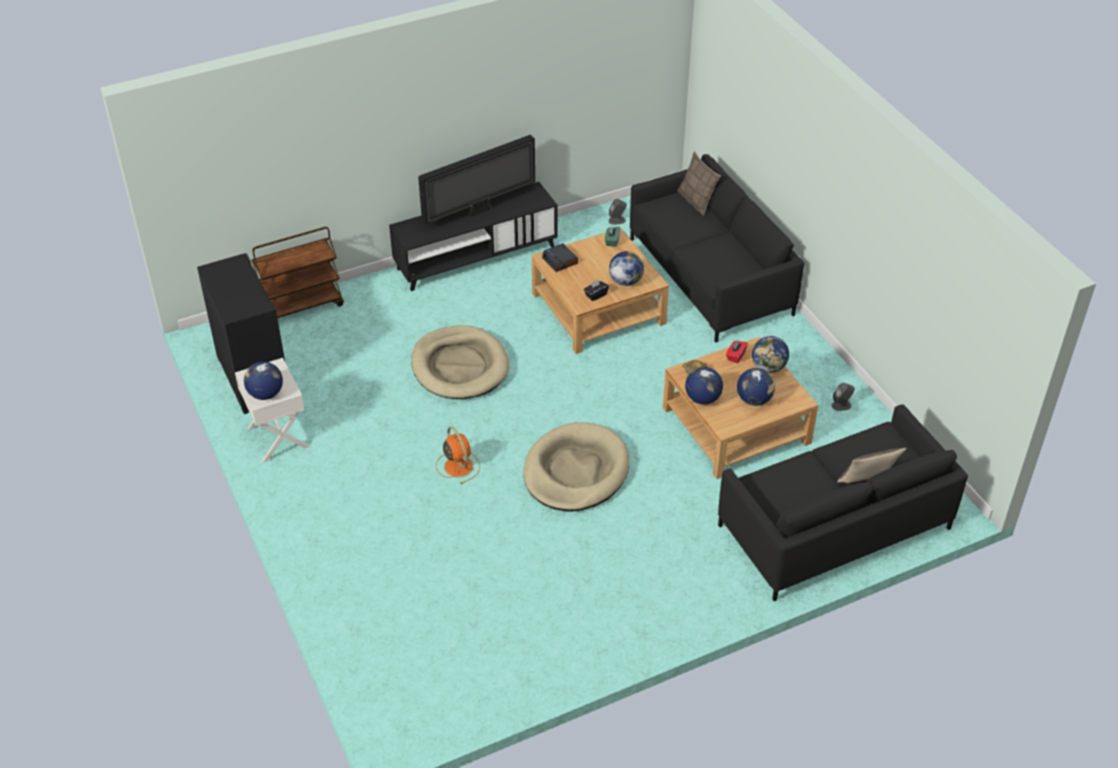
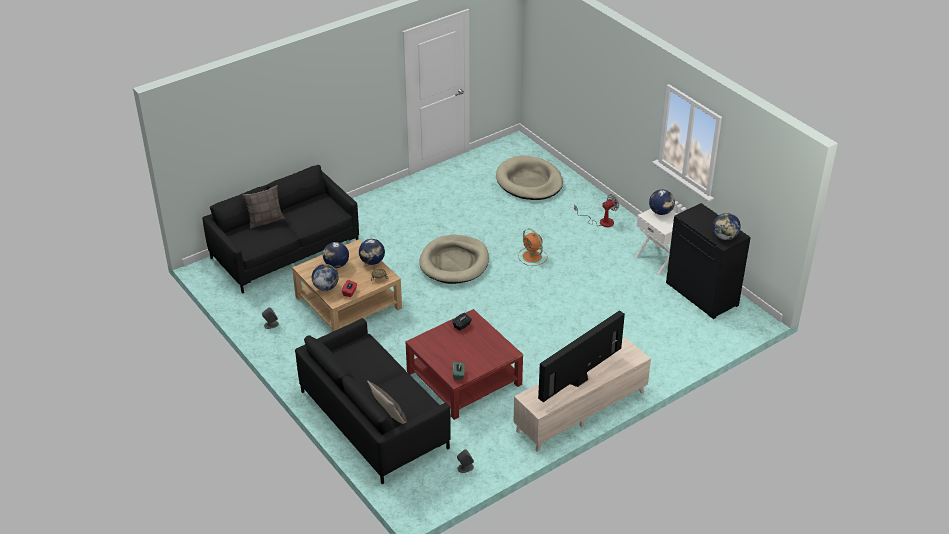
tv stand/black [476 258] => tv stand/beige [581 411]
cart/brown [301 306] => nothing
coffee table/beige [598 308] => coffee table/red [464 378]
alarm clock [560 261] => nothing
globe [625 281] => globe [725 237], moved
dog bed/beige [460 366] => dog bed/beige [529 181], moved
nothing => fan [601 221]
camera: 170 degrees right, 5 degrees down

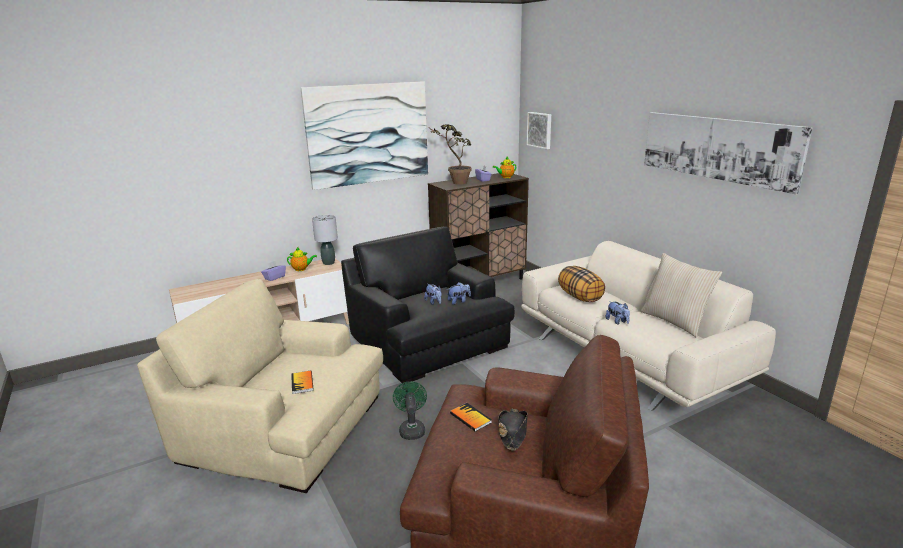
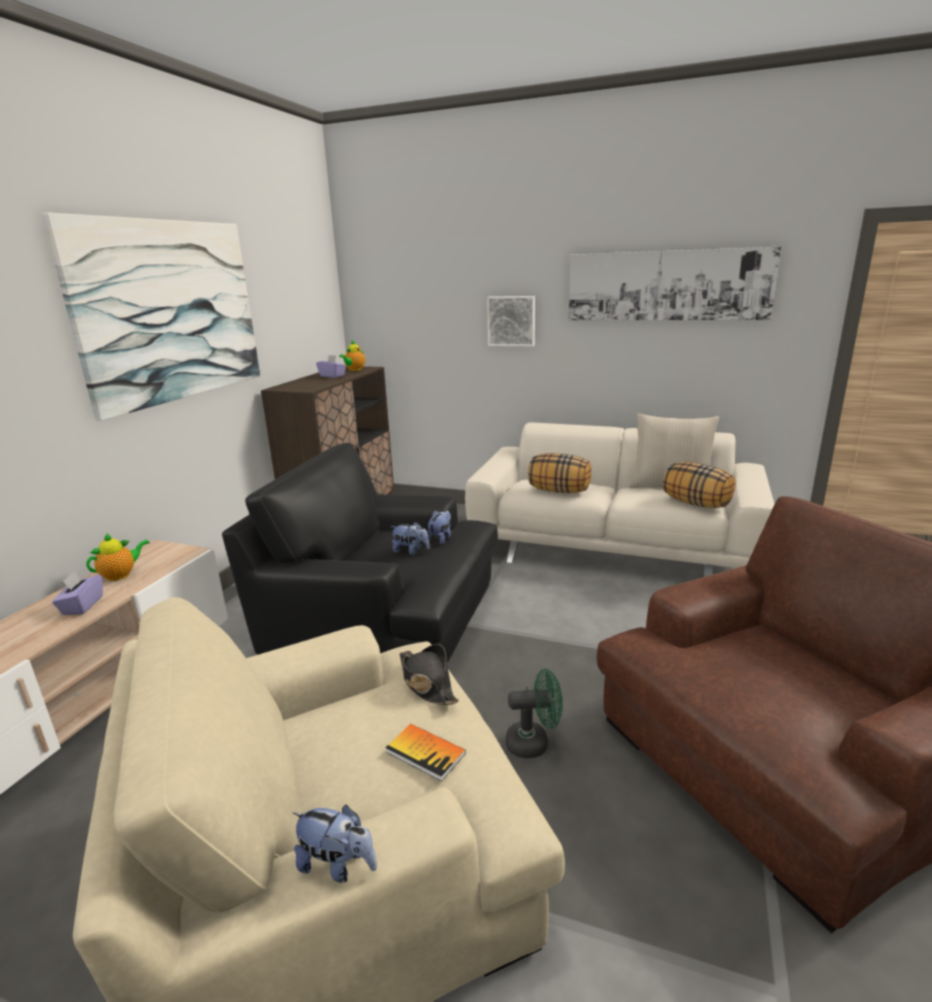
picture [540 130] => picture [511 321], moved
potted plant [454 183] => nothing
table lamp/grey [328 263] => nothing
plush toy [617 321] => plush toy [338 865], moved
fan/green [411 429] => fan/green [534 742], 135 degrees clockwise
book [470 418] => nothing
hat/black [512 432] => hat/black [426 683], moved
nothing => pillow [696 503]
camera: 40 degrees left, 0 degrees up

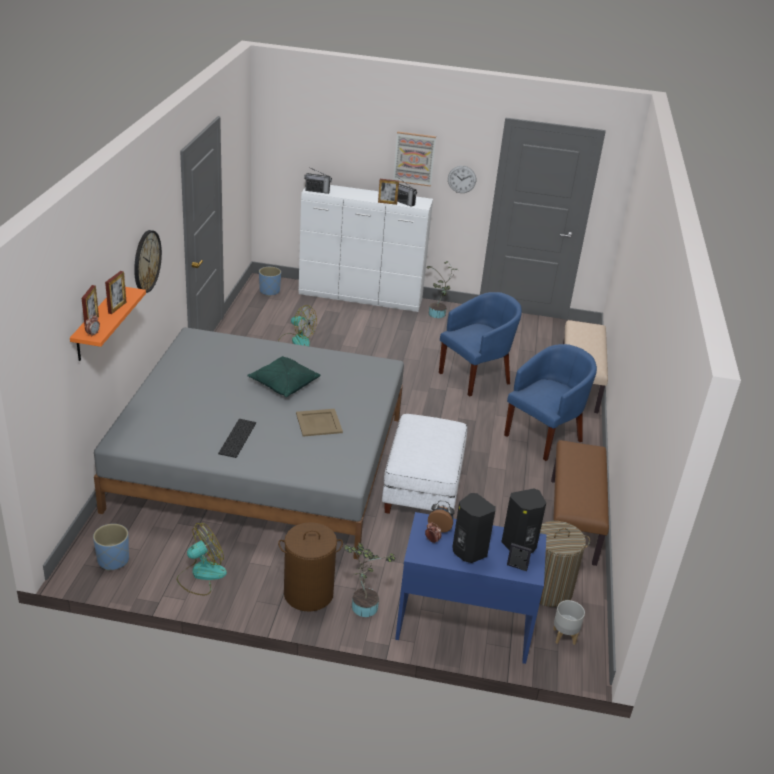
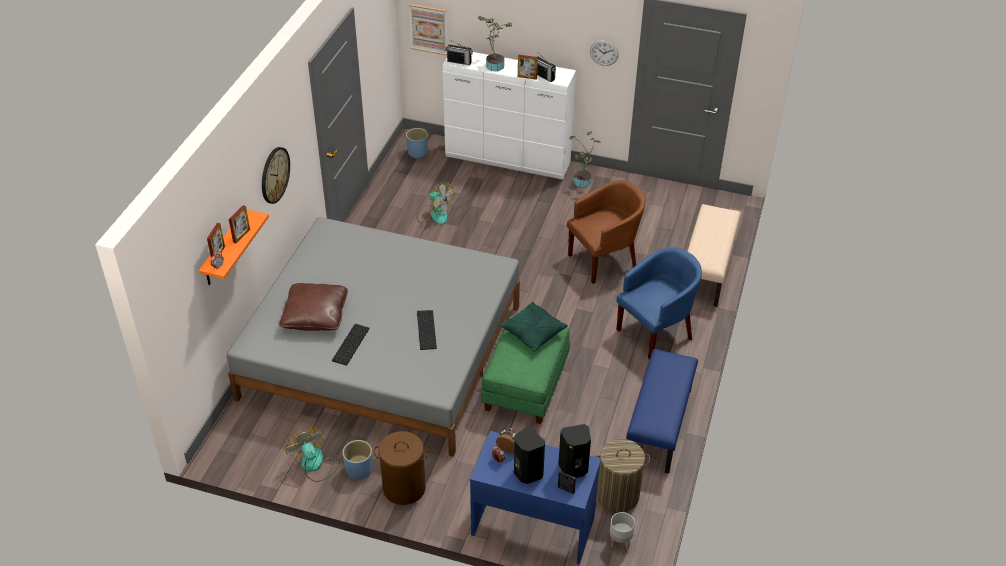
picture [414 158] => picture [428 29], moved
armchair/blue [475 376] => armchair/brown [604 260]
pillow/green [283 384] => pillow/green [533 332], moved
tray/beige [318 422] => keyboard [425 329]
ottoman/white [422 487] => ottoman/green [525 385]
bench/brown [573 521] => bench/blue [659 426]
fan [201 575] => fan [315 465], 90 degrees counterclockwise
planter/blue [113 560] => planter/blue [359 470], moved
potted plant [363 604] => potted plant [494 65], moved
nothing => pillow/brown [315 316]
camera: 10 degrees right, 10 degrees up

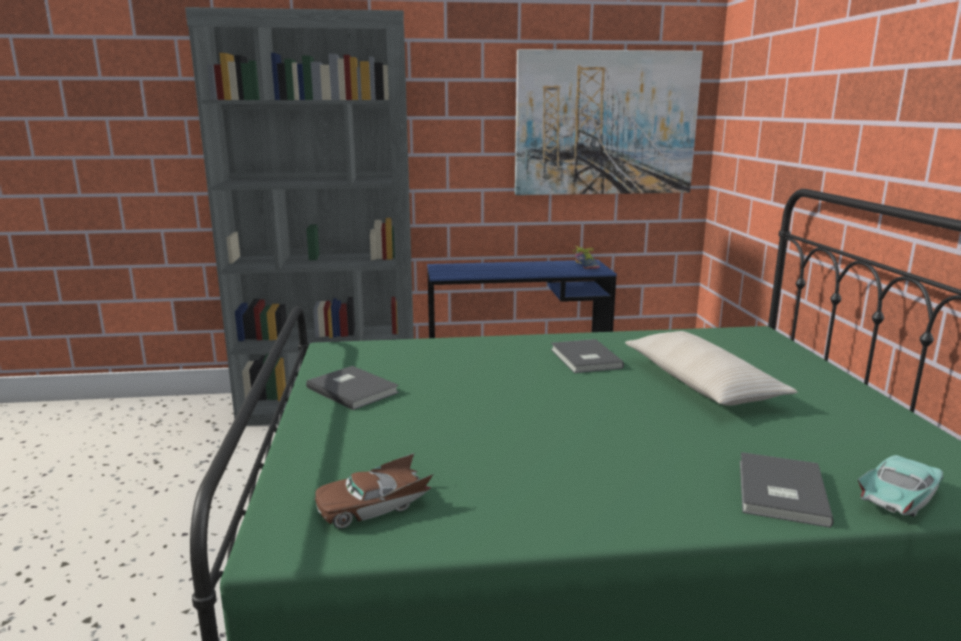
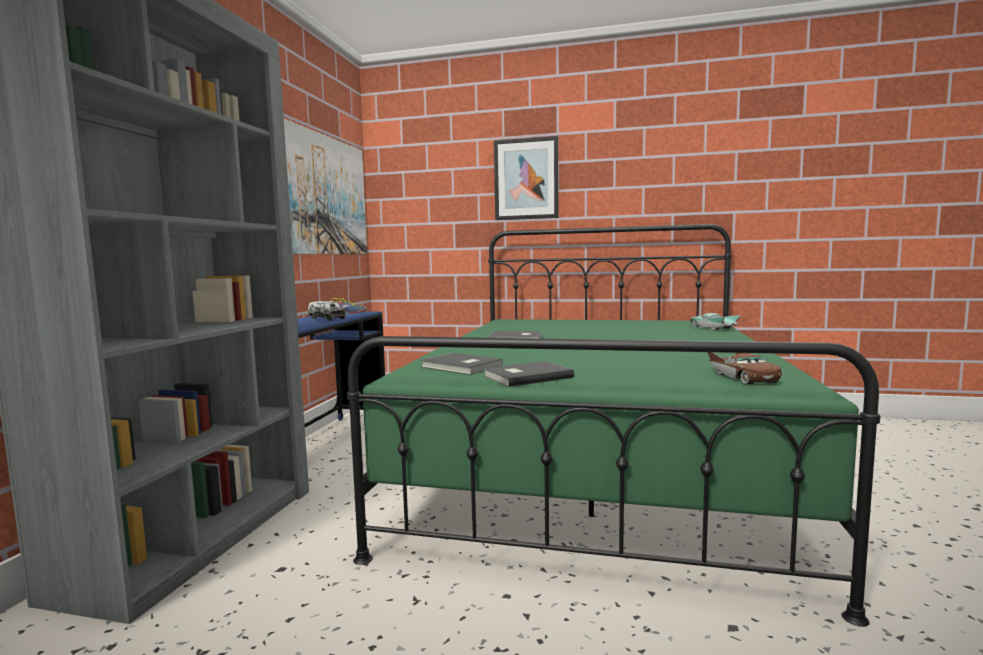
pillow/beige [700 383] => nothing
book/grey [778 492] => book/grey [460 366], moved
nothing => picture [526 179]
nothing => toy truck [326 318]
camera: 70 degrees left, 10 degrees down

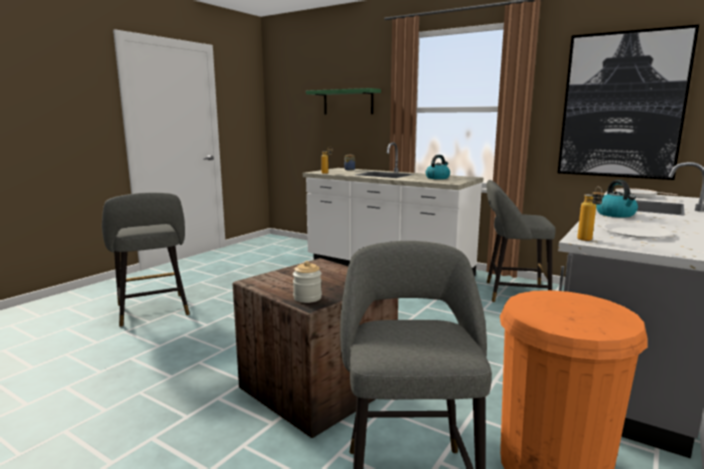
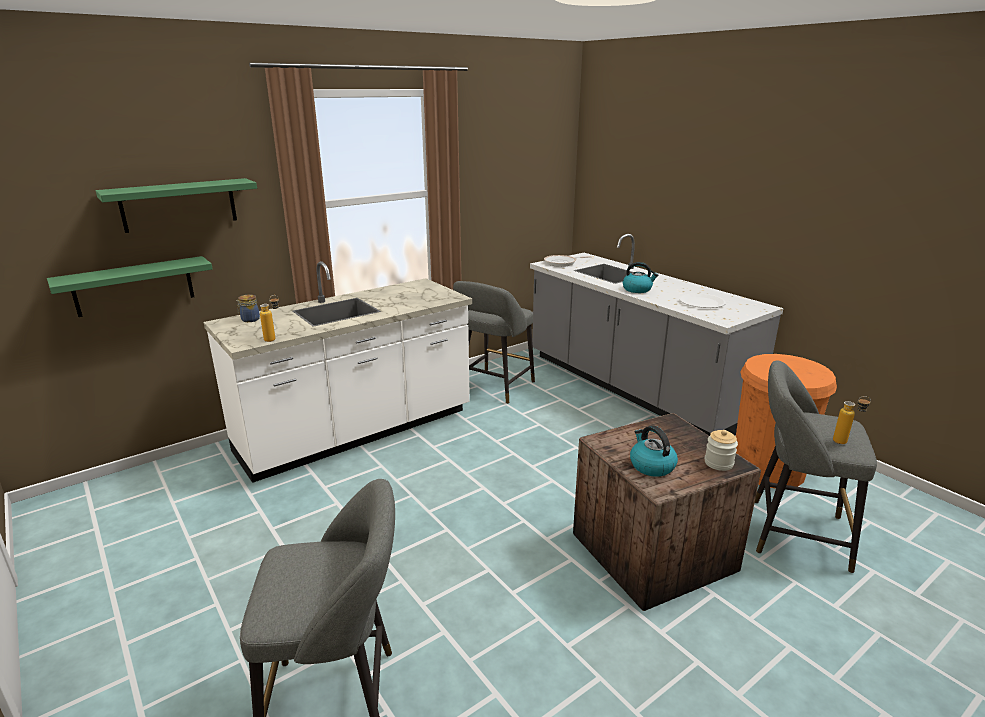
picture [622 106] => nothing
kettle [437 178] => kettle [651 466], moved
bottle [587 241] => bottle [845 442], moved
nothing => shelf/green [134 286]
camera: 70 degrees left, 10 degrees up

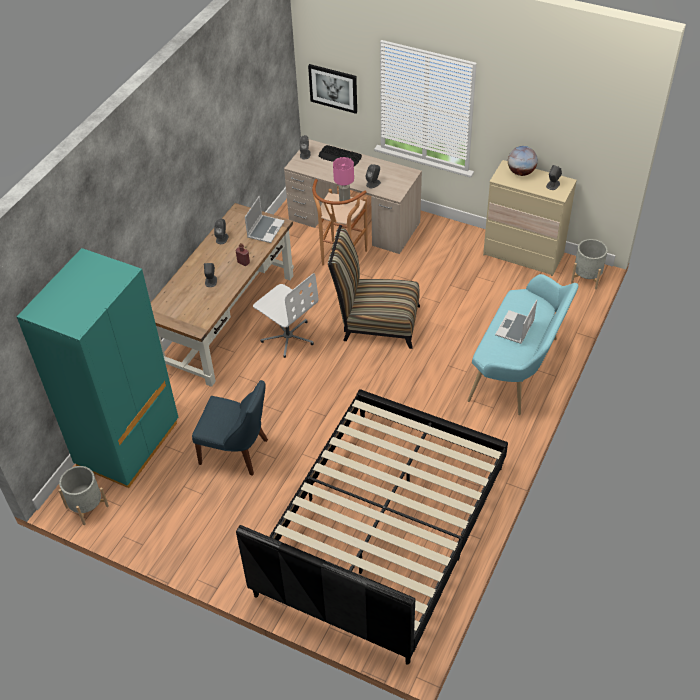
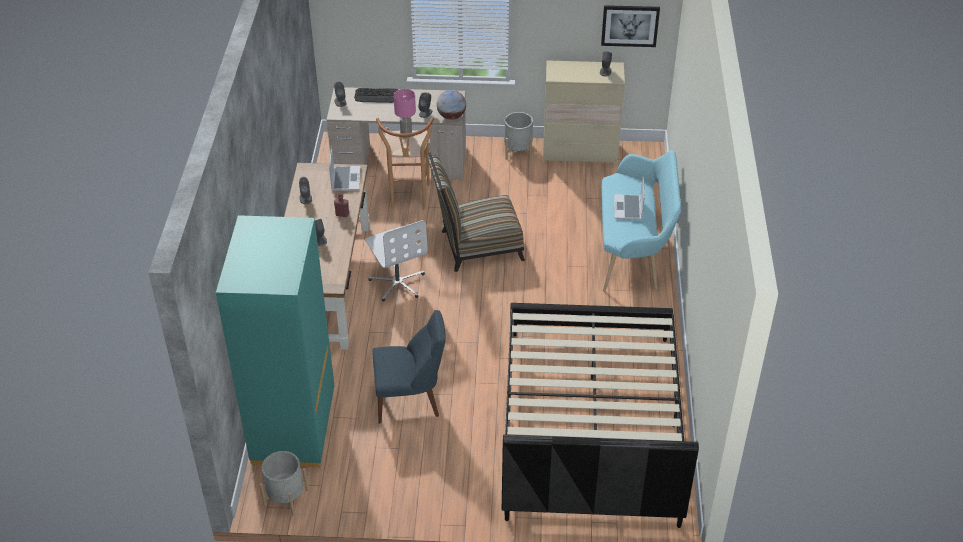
picture [333 88] => picture [630 25], moved
globe [521 172] => globe [451 116], moved
planter/grey [586 277] => planter/grey [518 151], moved
office chair/white [288 337] => office chair/white [398 283], 45 degrees clockwise
camera: 25 degrees left, 5 degrees down

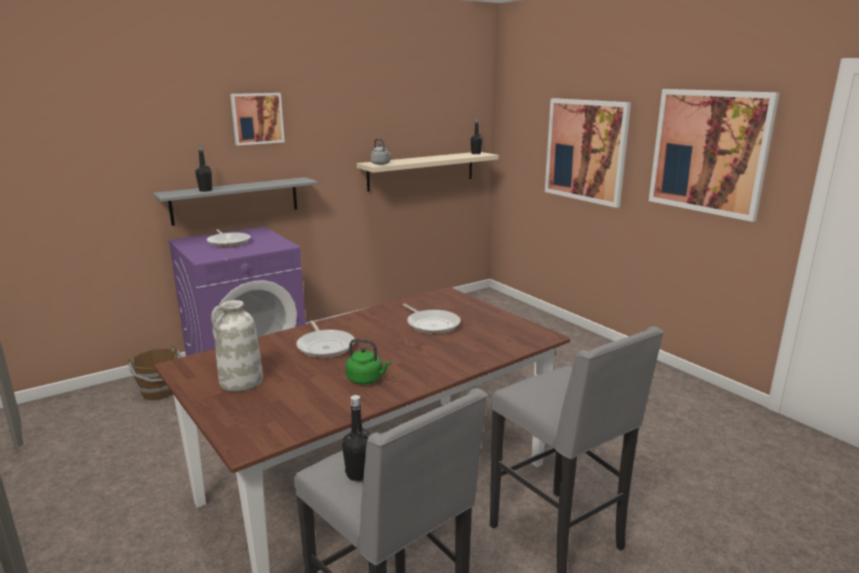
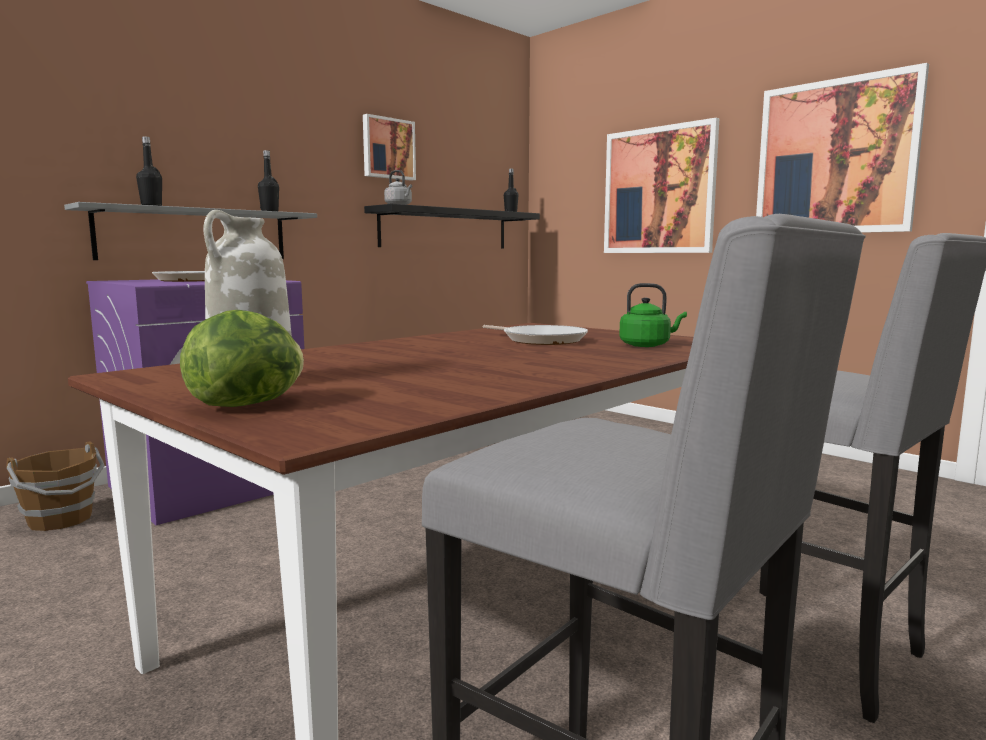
picture [257 118] => picture [388 148], moved
shelf/beige [421 170] => shelf/black [445 229]
frying pan [325 346] => nothing
kettle/green [366 379] => kettle/green [647 345], moved
bottle/black [358 474] => bottle/black [269 211], moved
nothing => lettuce [249 404]
camera: 10 degrees left, 10 degrees down

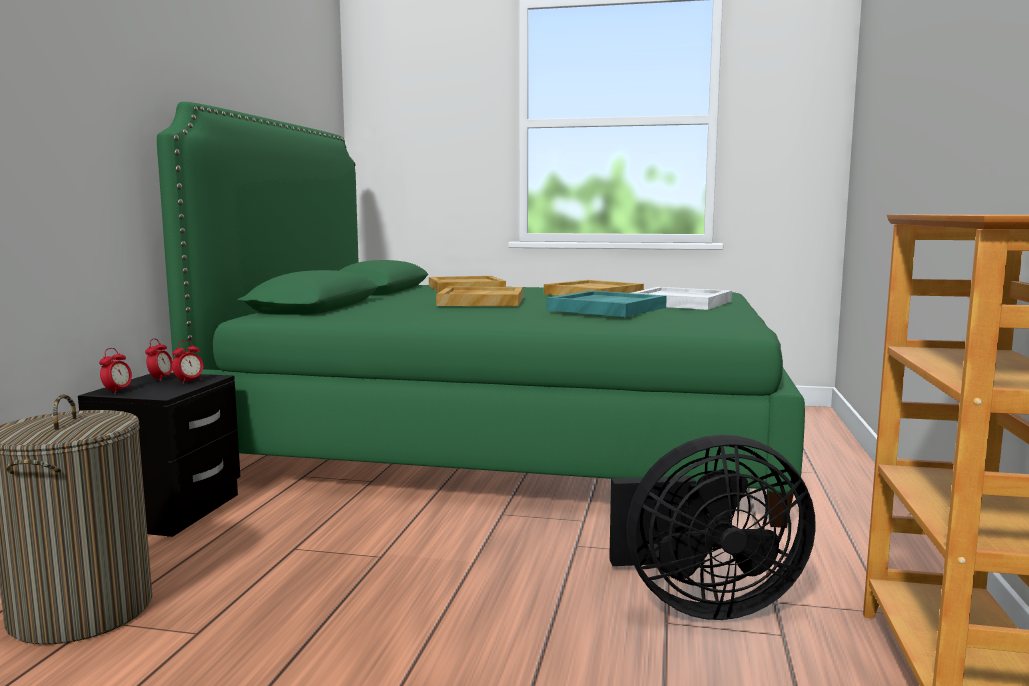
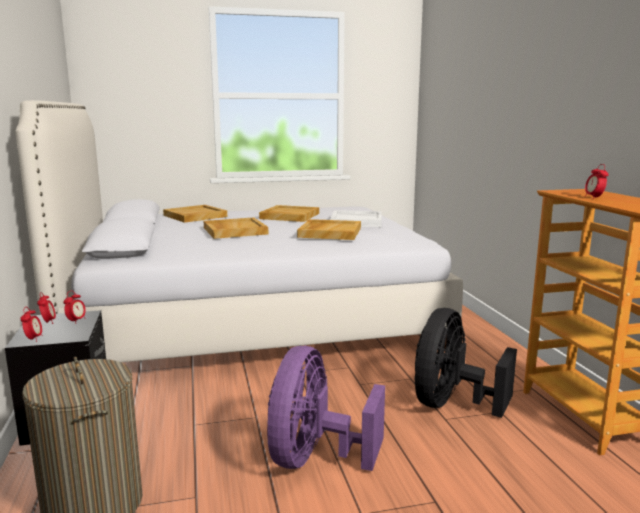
bed/green [508 442] => bed/white [252 320]
tray/turquoise [606 308] => tray/beige [329 232]
fan/black [701 603] => fan/black [451 404], 150 degrees clockwise
nothing => alarm clock [594 198]
nothing => fan/purple [315 458]
camera: 25 degrees left, 5 degrees up

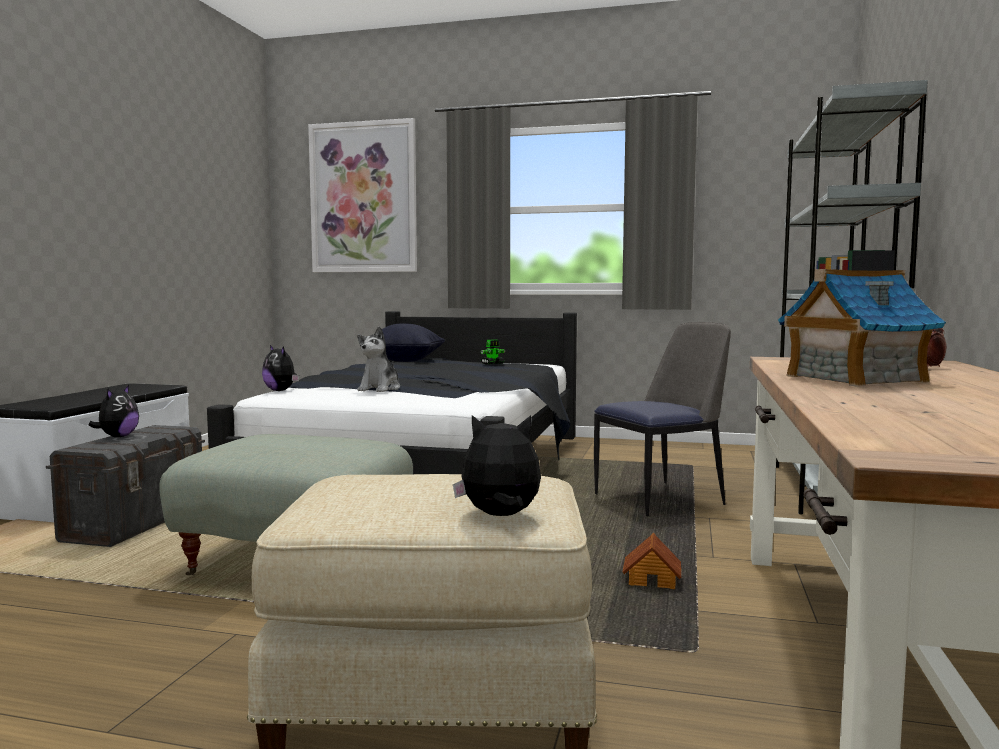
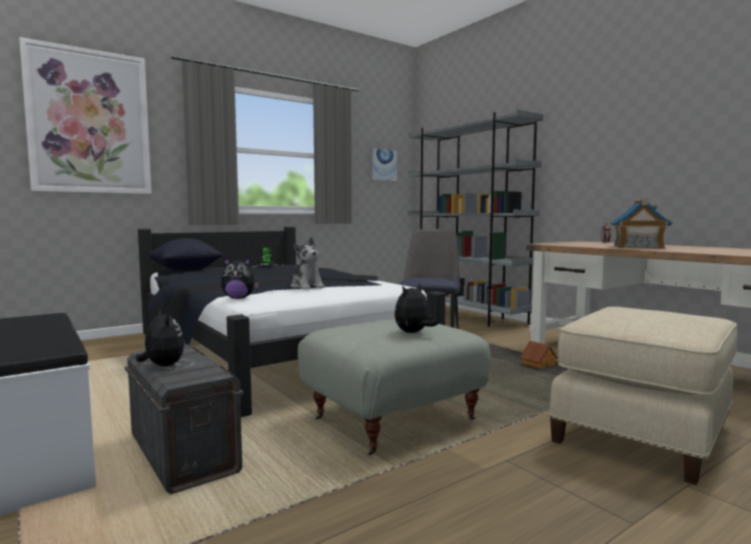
plush toy [500 516] => plush toy [413 333], moved
nothing => picture [383 165]
camera: 50 degrees left, 0 degrees up

